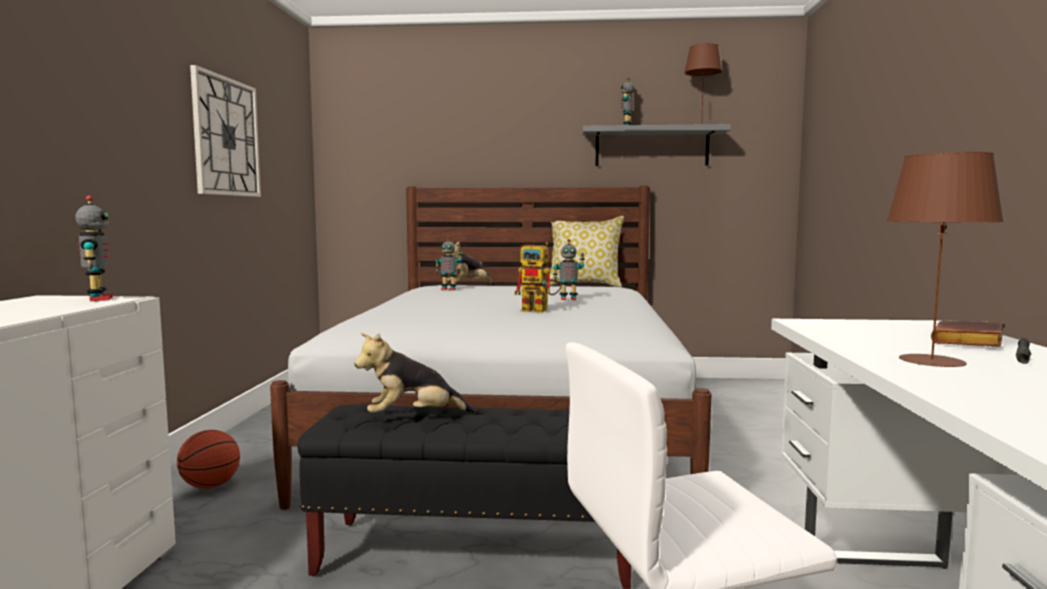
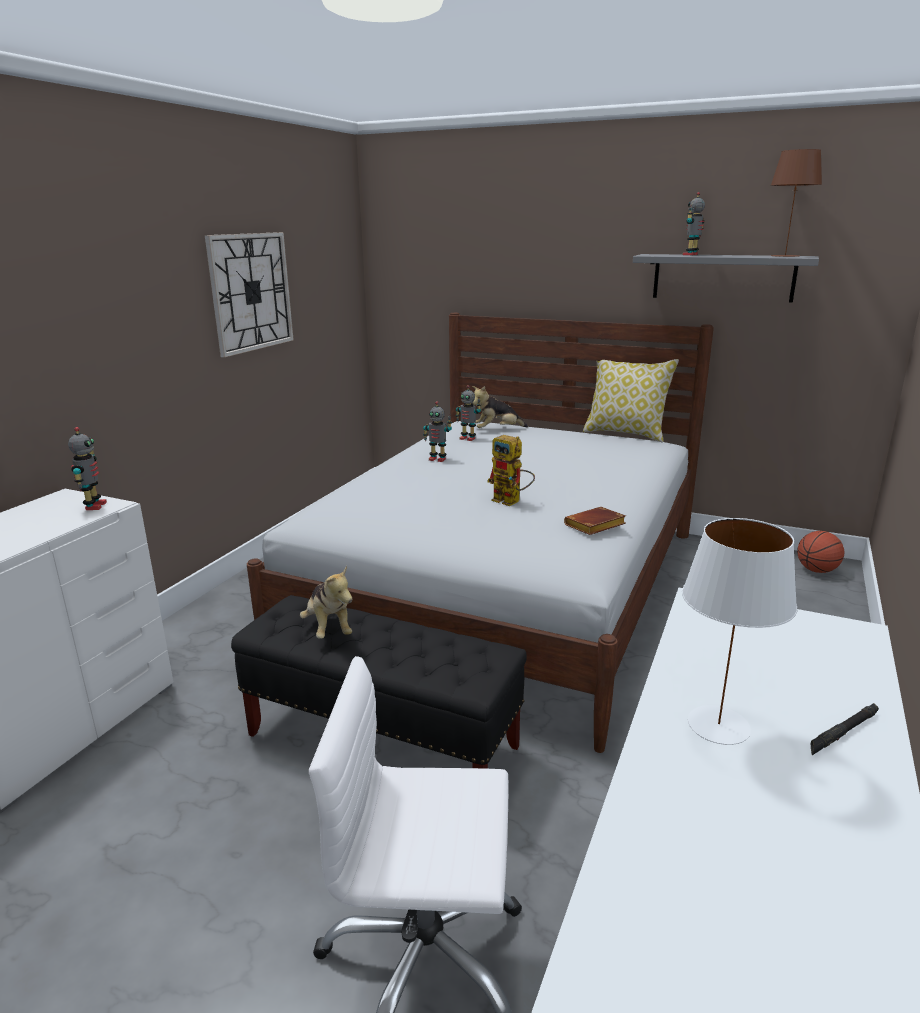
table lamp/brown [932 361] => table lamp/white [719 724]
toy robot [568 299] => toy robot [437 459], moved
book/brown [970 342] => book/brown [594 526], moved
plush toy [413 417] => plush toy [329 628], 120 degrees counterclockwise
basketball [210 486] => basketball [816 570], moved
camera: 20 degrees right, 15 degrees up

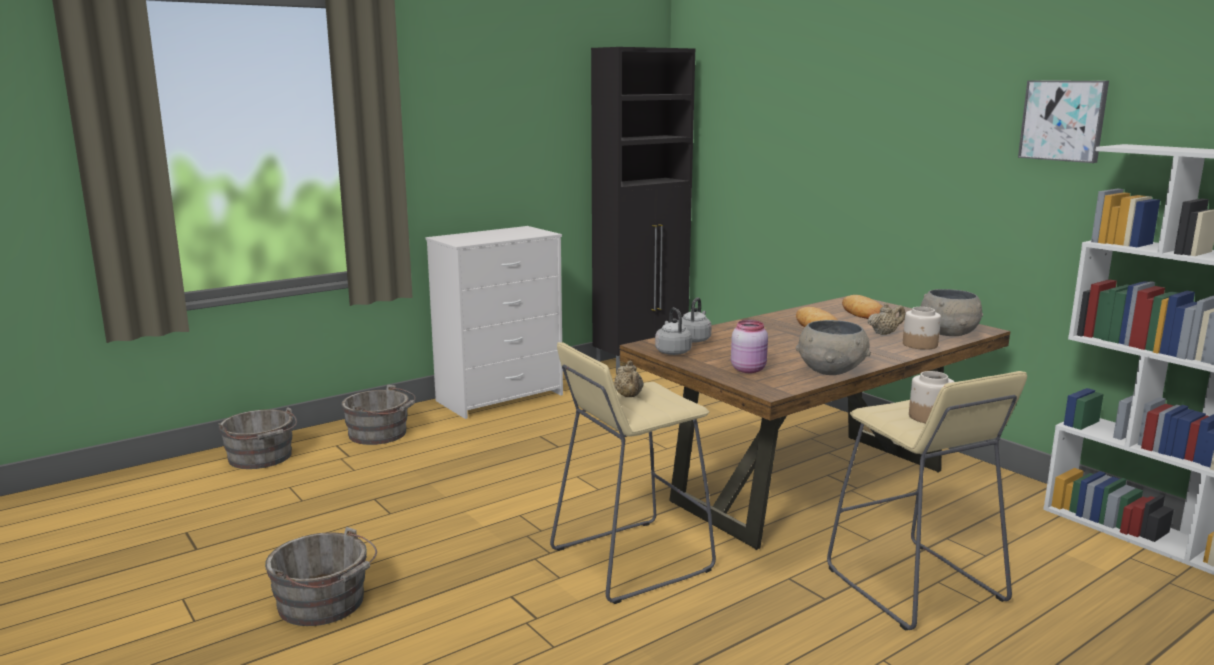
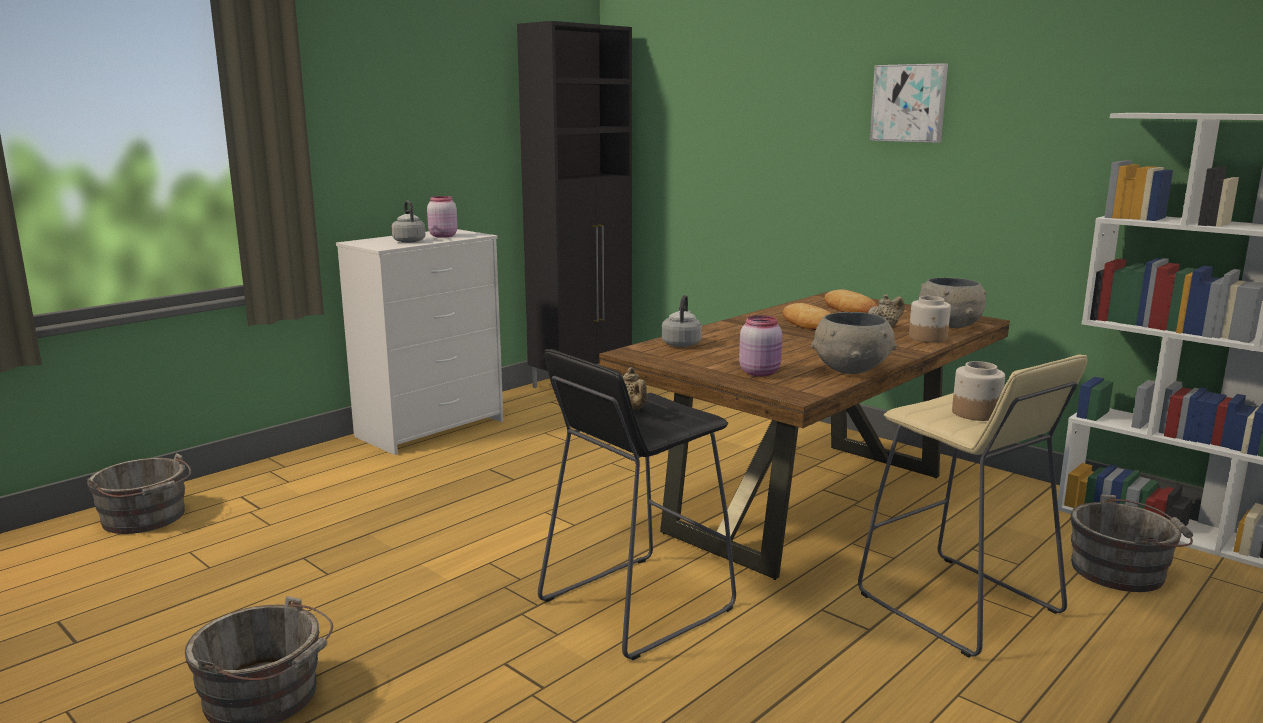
picture [1063 120] => picture [909 103], moved
kettle/grey [672 351] => kettle/grey [408 241], moved
stool/beige [629 560] => stool/black [635 604]
bucket/grey [381 434] => bucket/grey [1123 571], moved
nothing => jar/pink [442 236]
camera: 10 degrees left, 0 degrees up

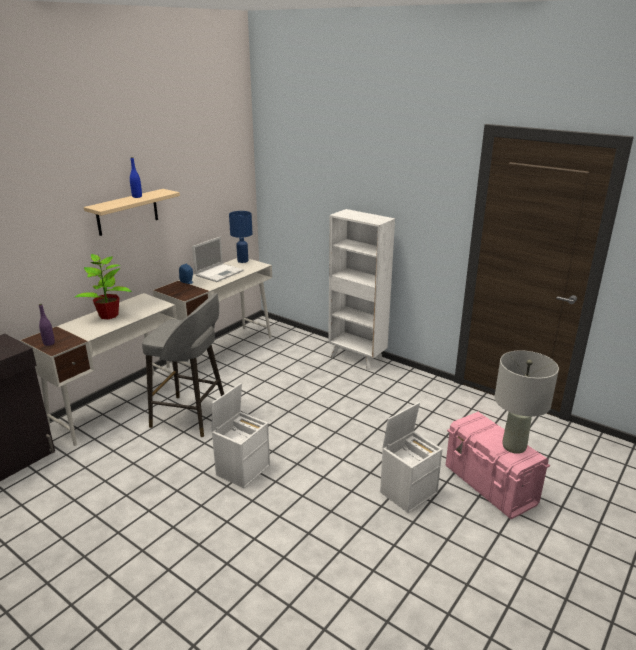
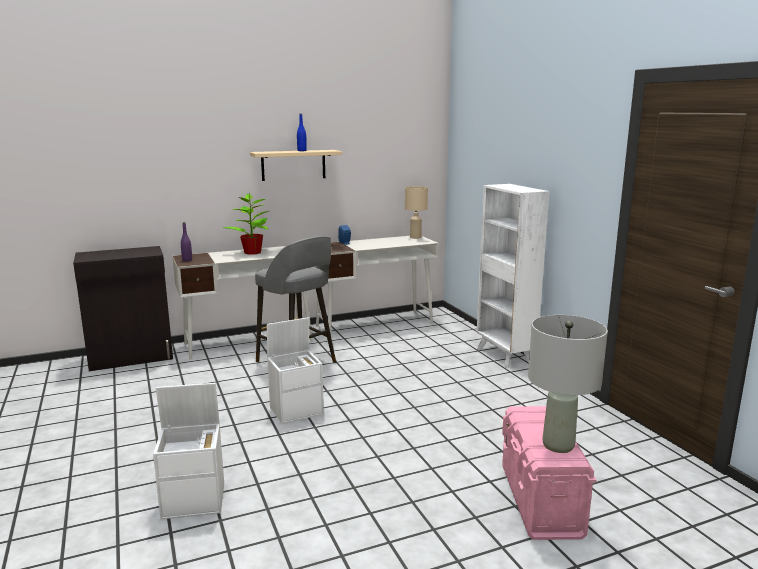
table lamp/blue [242 261] => table lamp/beige [415 237]
laptop [219 273] => nothing
storage box/white [408 491] => storage box/white [195 500], moved
camera: 30 degrees right, 10 degrees down

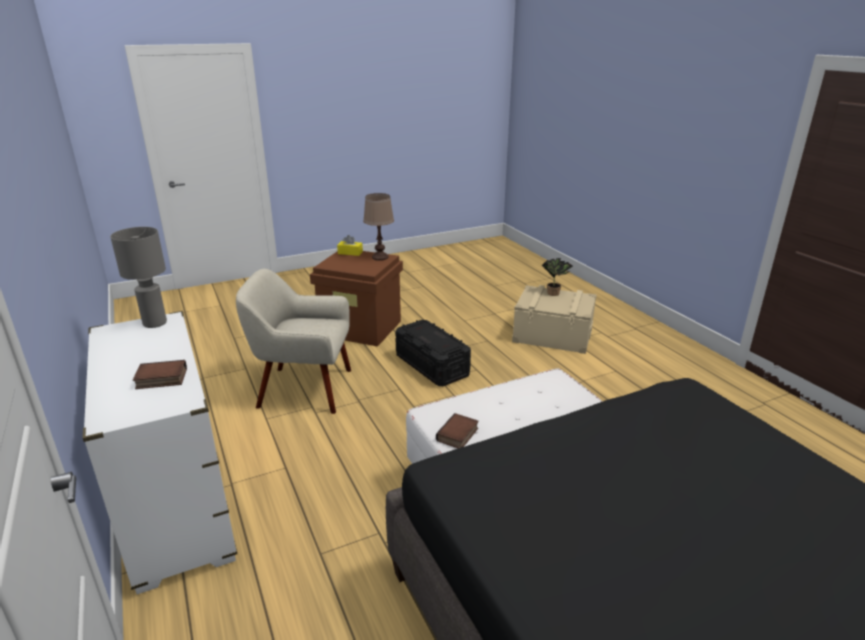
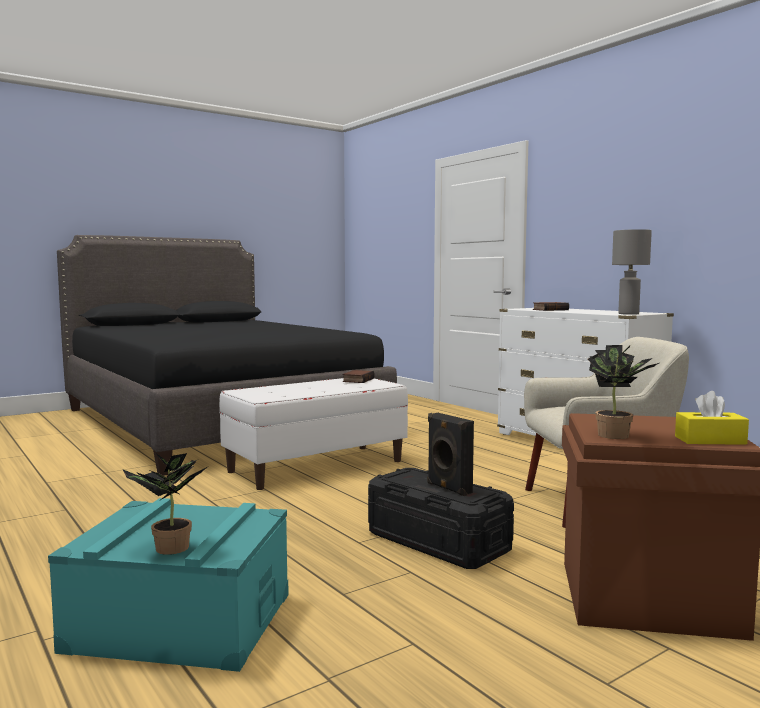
table lamp/brown [380 257] => potted plant [618 436]
storage box/beige [553 334] => storage box/turquoise [180 622]
nothing => speaker/black [448 488]
camera: 170 degrees right, 20 degrees down

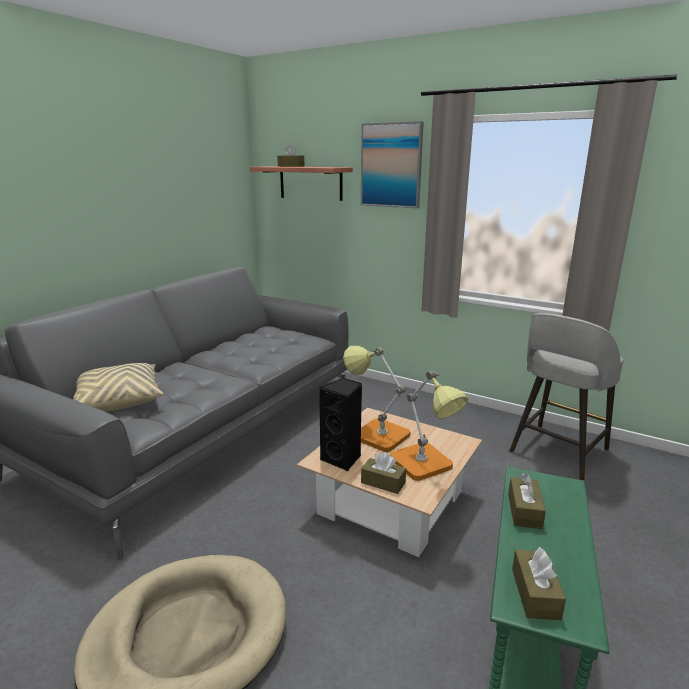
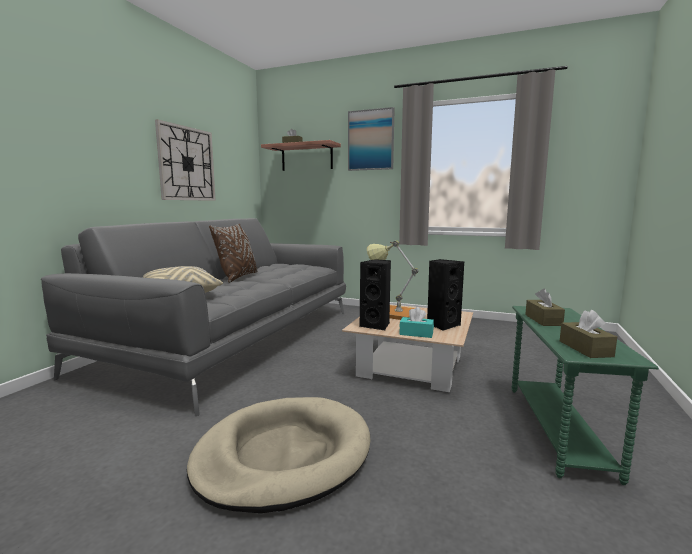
stool/grey [557 451] => nothing
table lamp [426 466] => speaker/black [442 325]
tissue box/brown [383 482] => tissue box/turquoise [416 333]
nothing => wall clock [186 164]
nothing => pillow/brown [237 277]
camera: 10 degrees left, 10 degrees down

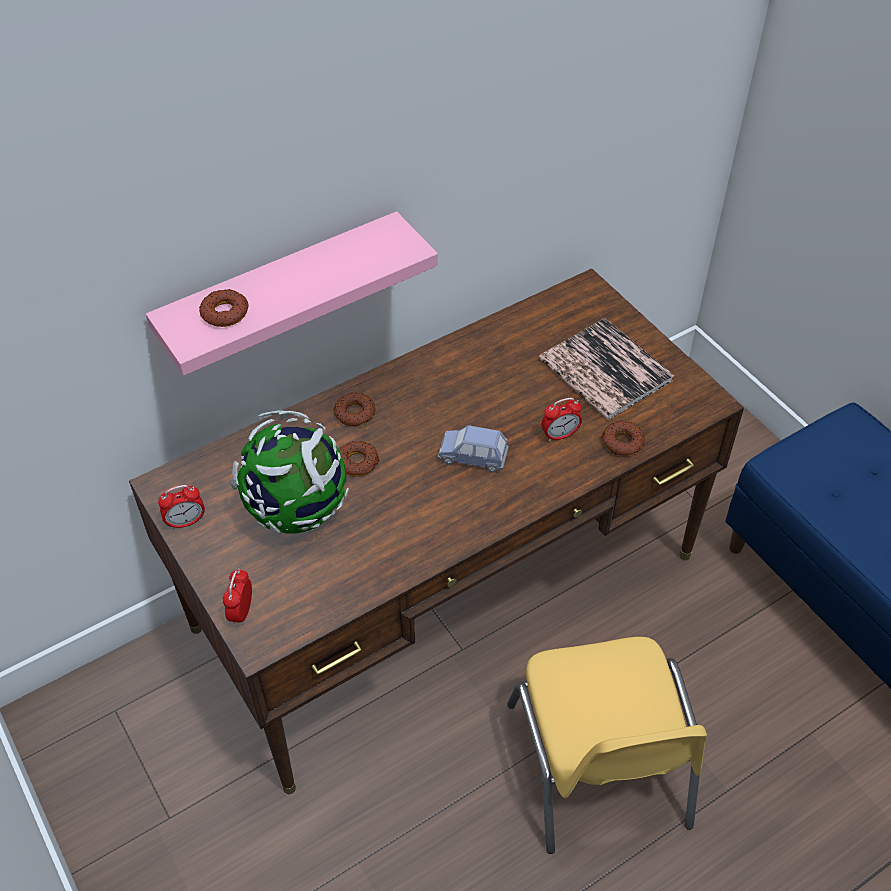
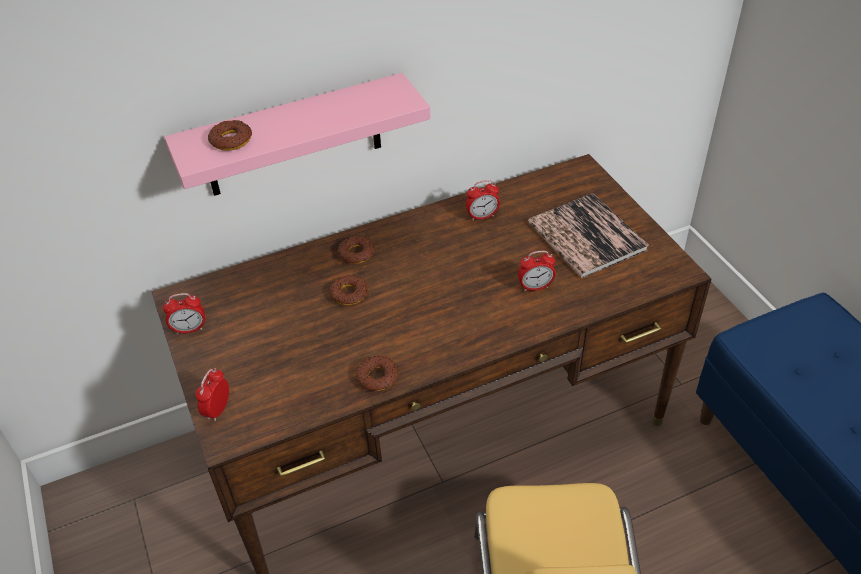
globe [296 511] => nothing
donut [622 442] => donut [377 377], moved
toy car/blue [473 457] => nothing
nothing => alarm clock [482 216]
camera: 10 degrees right, 5 degrees down

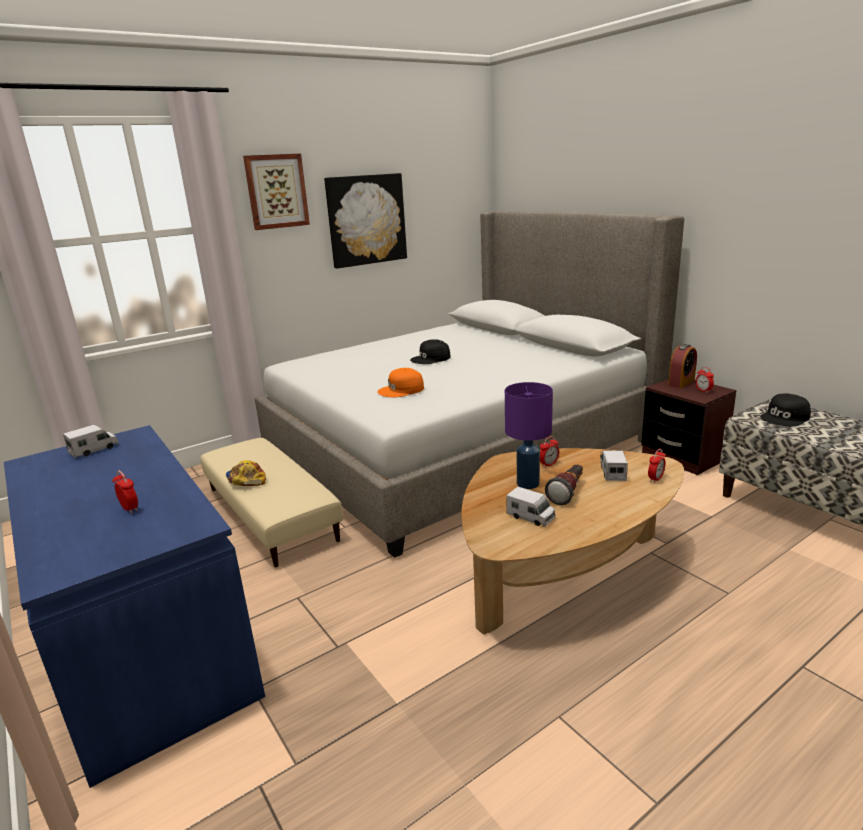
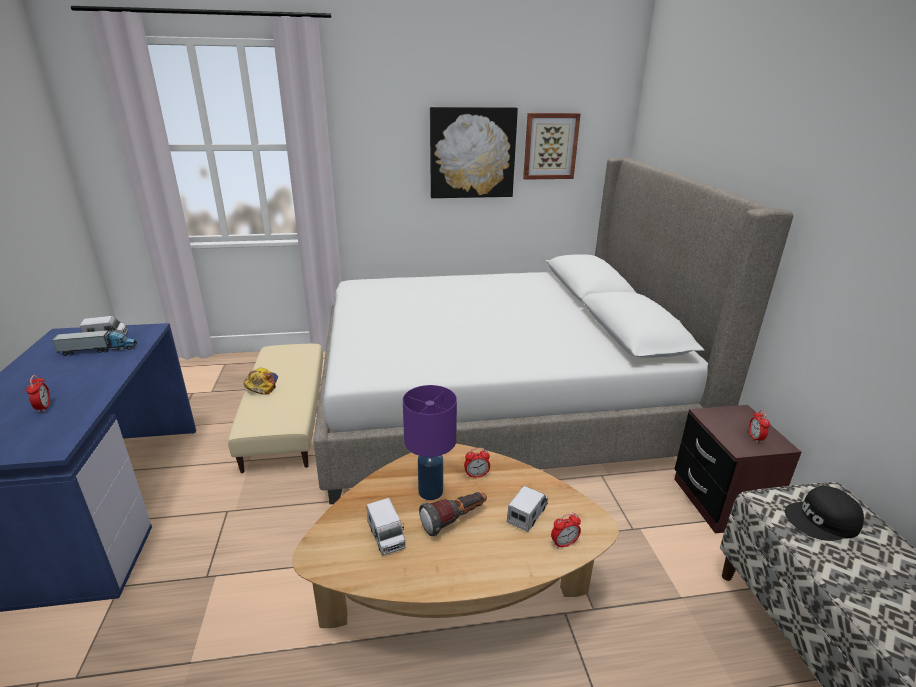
picture [276 191] => picture [550 146], moved
cap/black [431 359] => nothing
alarm clock [681 382] => nothing
cap/orange [401 390] => nothing
nothing => toy truck [98 350]
camera: 25 degrees right, 5 degrees up

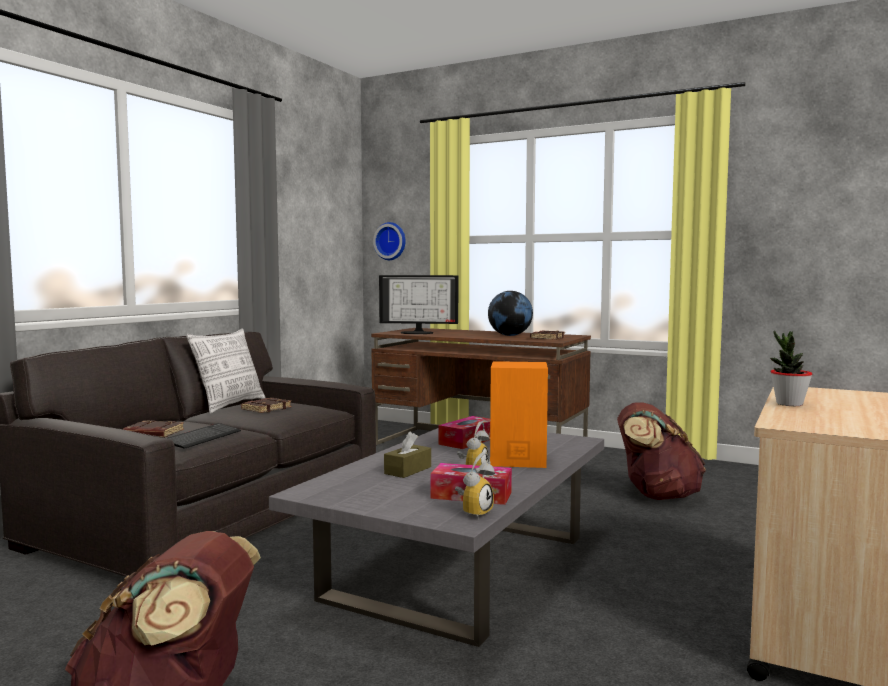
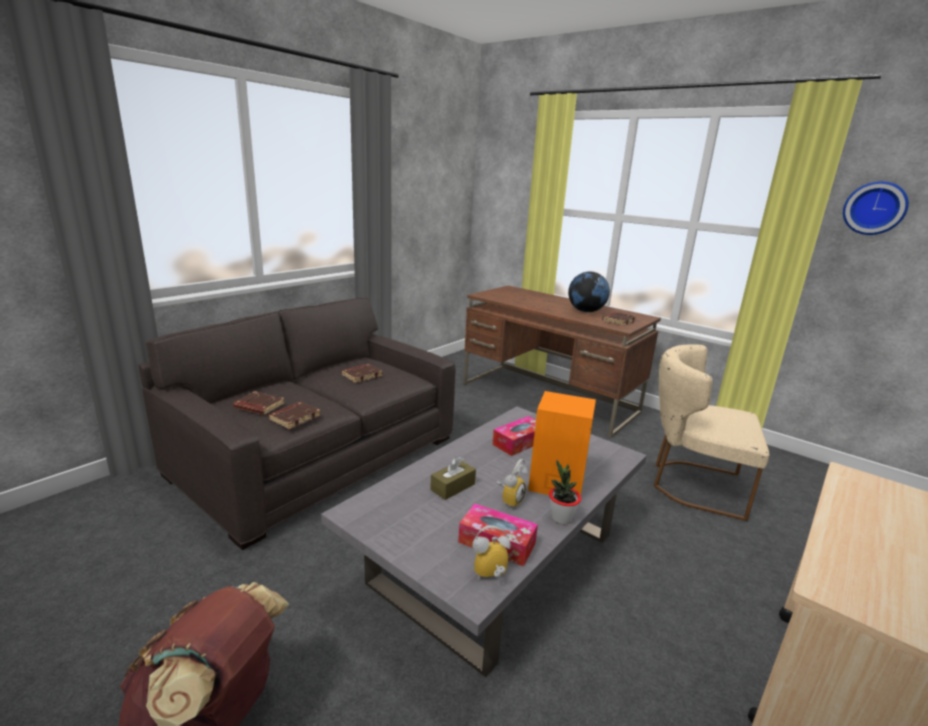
wall clock [391 241] => wall clock [874 208], moved
monitor [417 332] => nothing
pillow [229 405] => nothing
potted plant [789 404] => potted plant [561 518], moved
backpack/brown [656 495] => chair/beige [692 484]
keyboard [202 438] => book/brown [295 418]
alarm clock [474 512] => alarm clock [490 577], 150 degrees counterclockwise
camera: 10 degrees right, 15 degrees up

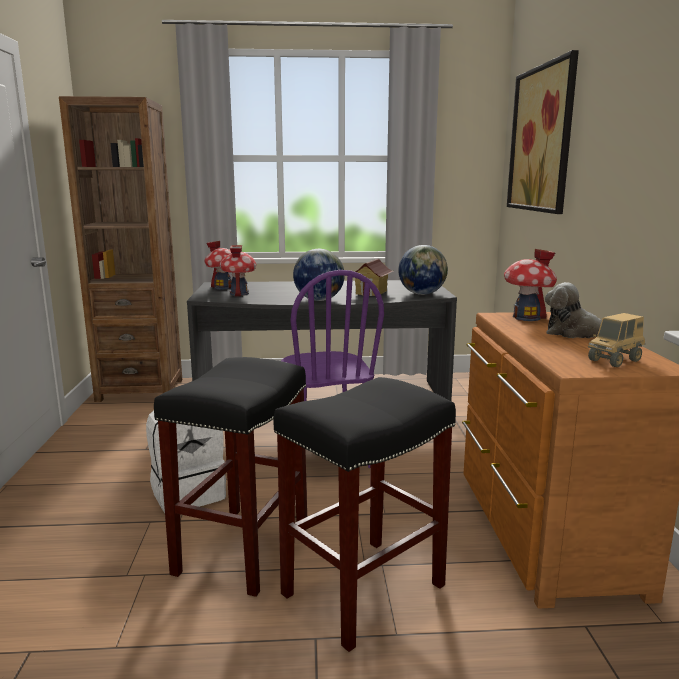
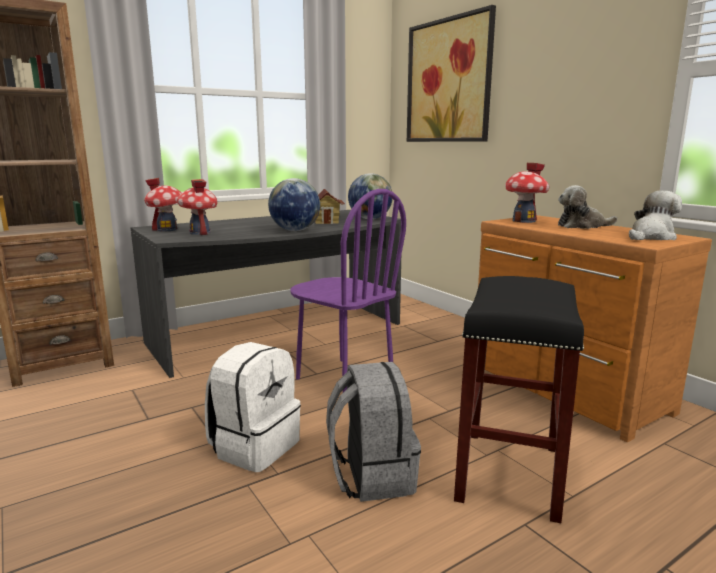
toy truck [614 360] => plush toy [651 237]
stool/black [243 547] => backpack/grey [371 476]
camera: 30 degrees left, 0 degrees up

